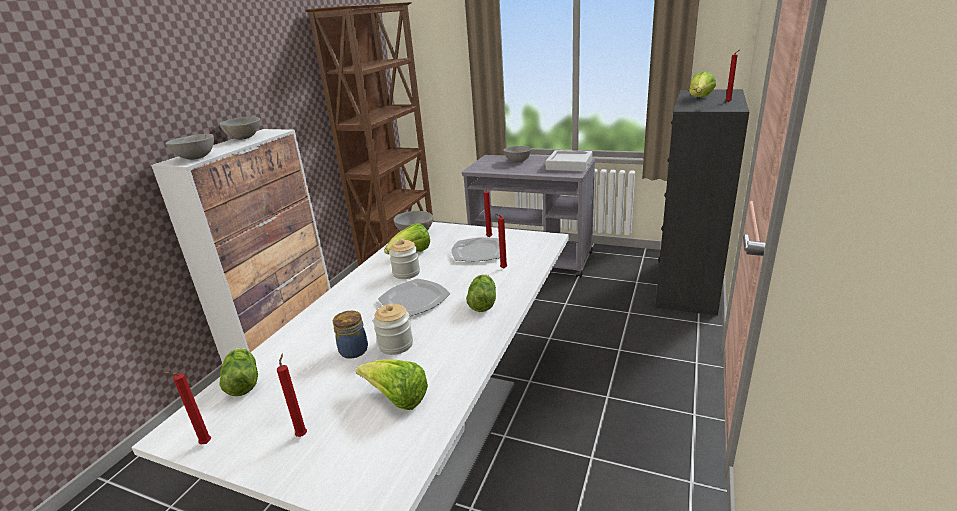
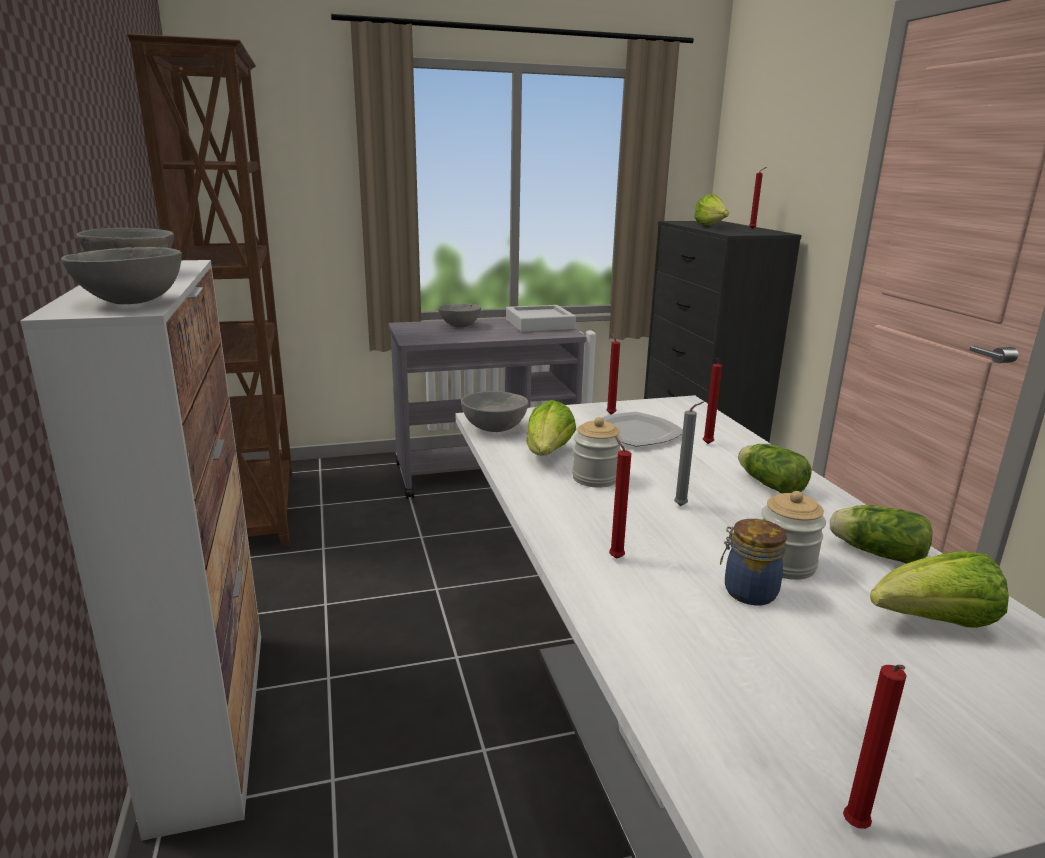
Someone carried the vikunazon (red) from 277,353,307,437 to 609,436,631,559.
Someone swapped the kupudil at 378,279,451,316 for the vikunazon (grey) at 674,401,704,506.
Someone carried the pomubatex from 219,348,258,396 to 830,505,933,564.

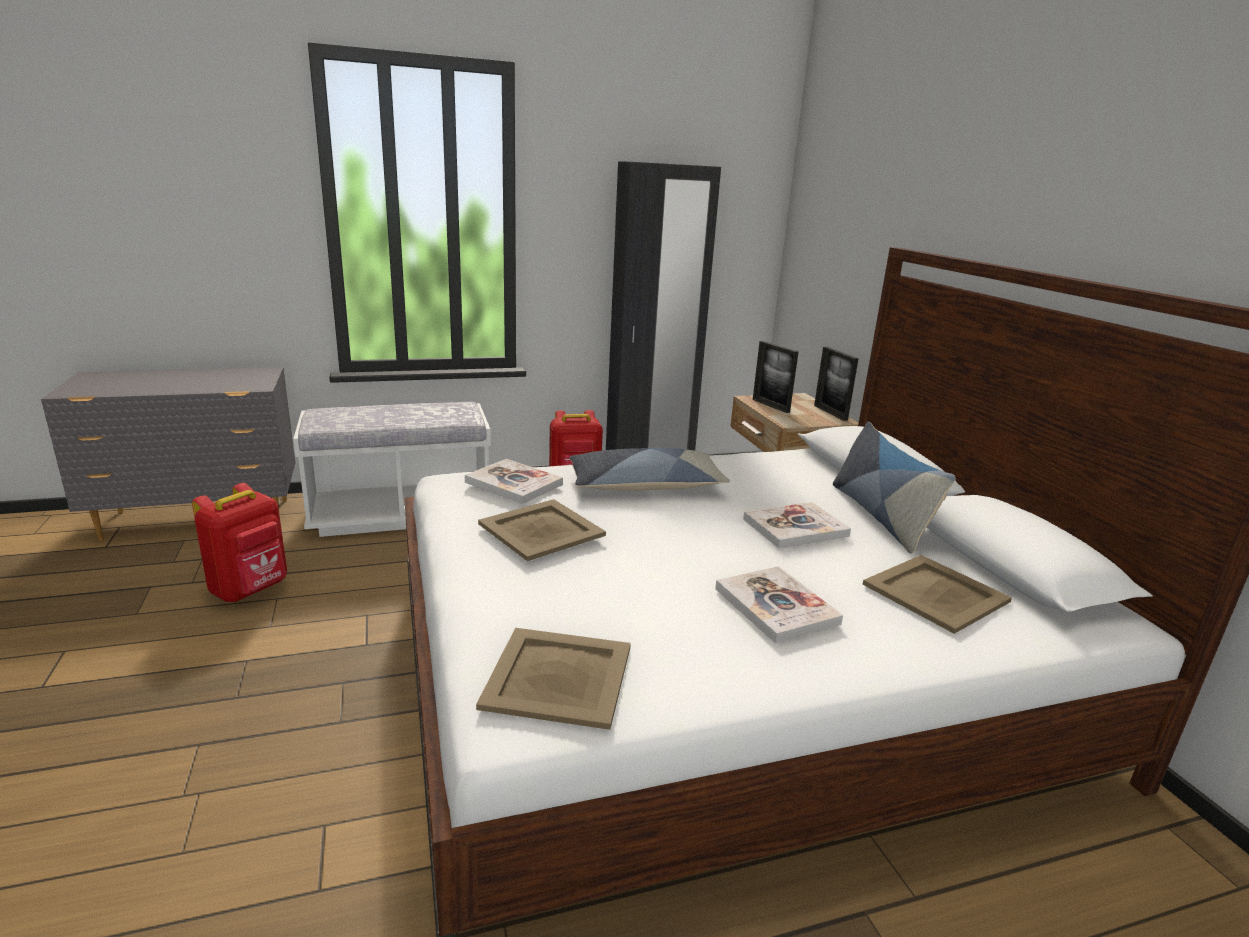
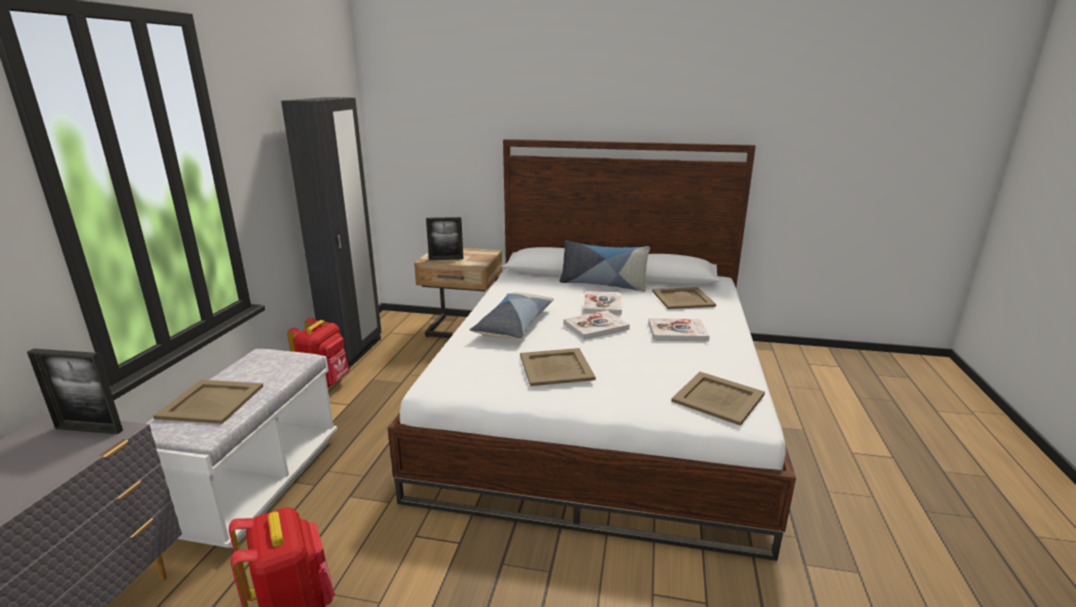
Someone carried the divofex from 814,347,859,421 to 27,349,123,434.
Someone put down the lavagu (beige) at 153,380,263,424.
Someone carried the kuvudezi from 465,459,563,504 to 564,310,630,340.

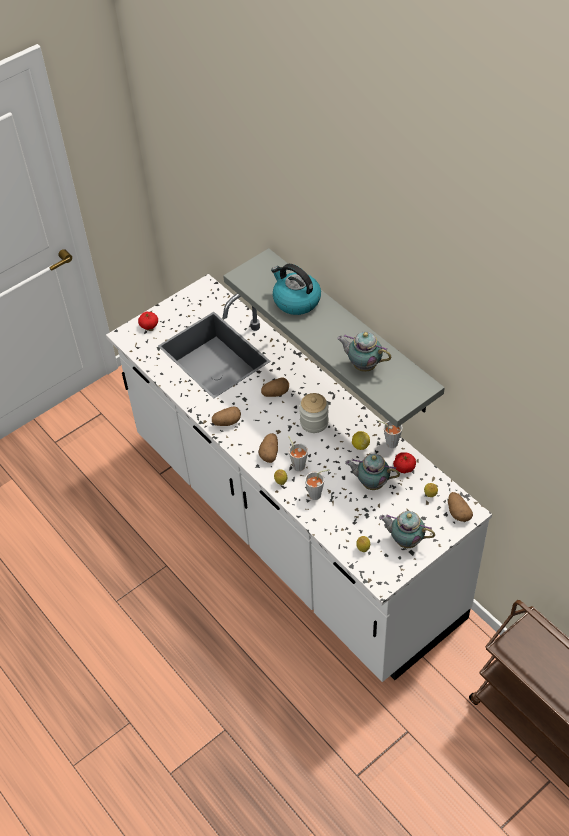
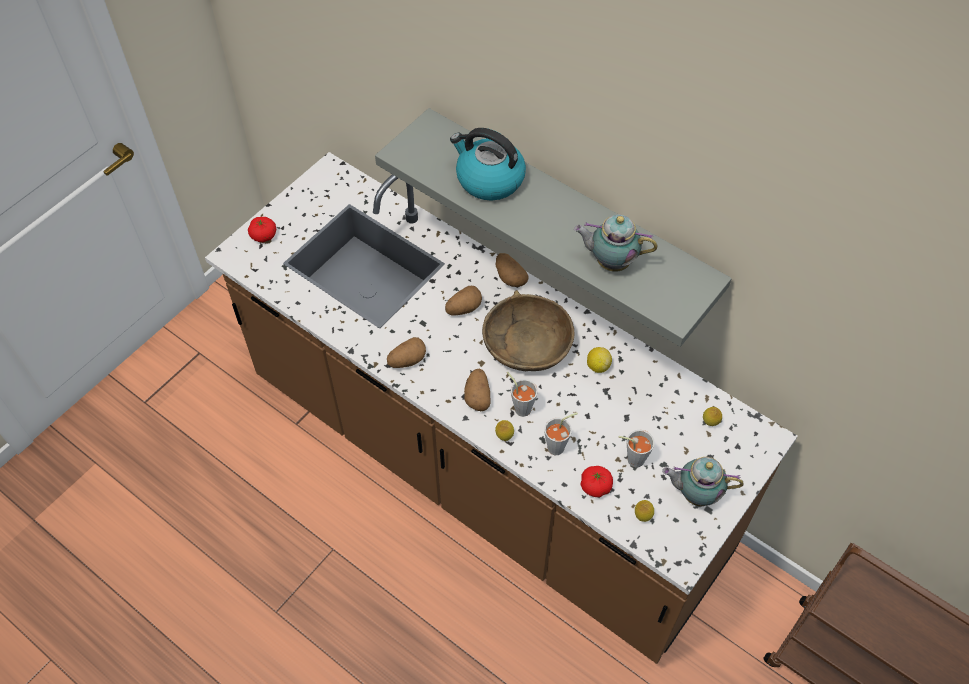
Someone repainted the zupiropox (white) at 106,274,492,682, which became the zupiropox (brown) at 205,152,797,664.
Someone swapped the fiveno at 299,393,329,433 for the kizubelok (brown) at 482,290,575,371.
Someone carried the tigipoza from 448,492,473,522 to 496,253,529,287.
Someone carried the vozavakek from 393,452,416,473 to 580,466,613,497.
Someone carried the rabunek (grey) from 378,420,403,448 to 618,430,655,467.
Someone took away the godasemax at 345,454,400,490.

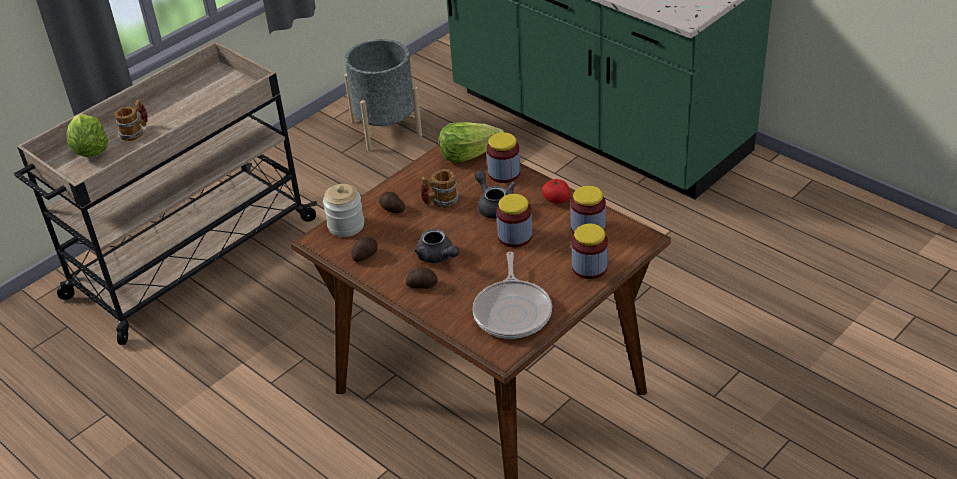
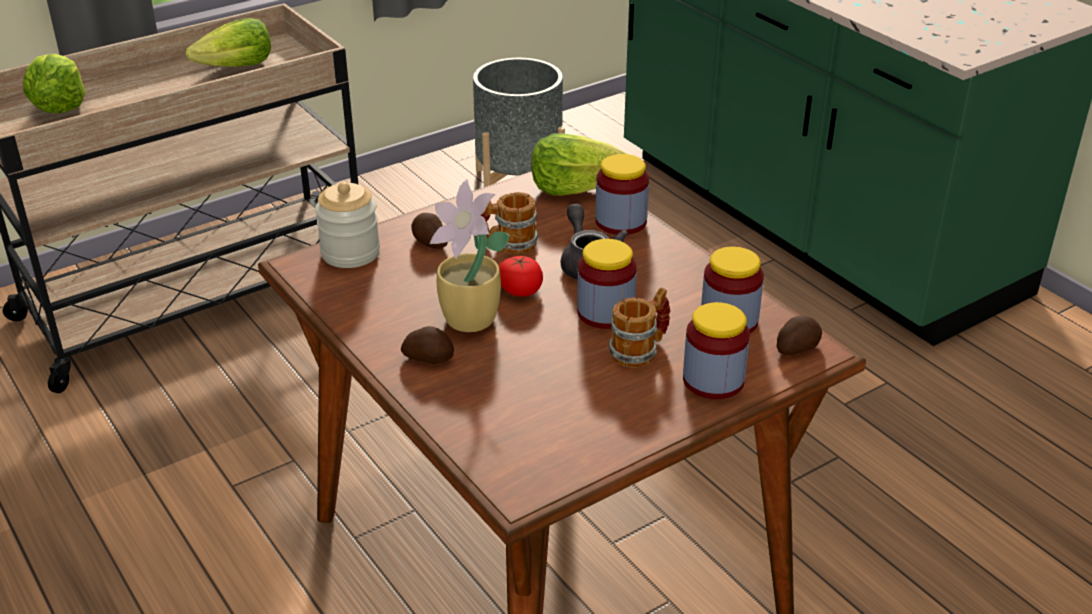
Someone put down the pomubatex at 186,18,271,67.
Someone swapped the godasemax (grey) at 414,229,459,263 for the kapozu at 430,179,510,332.
Someone carried the vozavakek from 542,179,570,204 to 499,255,543,296.
Someone carried the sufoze from 115,100,148,141 to 609,287,670,368.
Someone carried the tigipoza from 352,237,378,262 to 777,315,822,355.
Someone took away the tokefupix at 472,252,552,339.

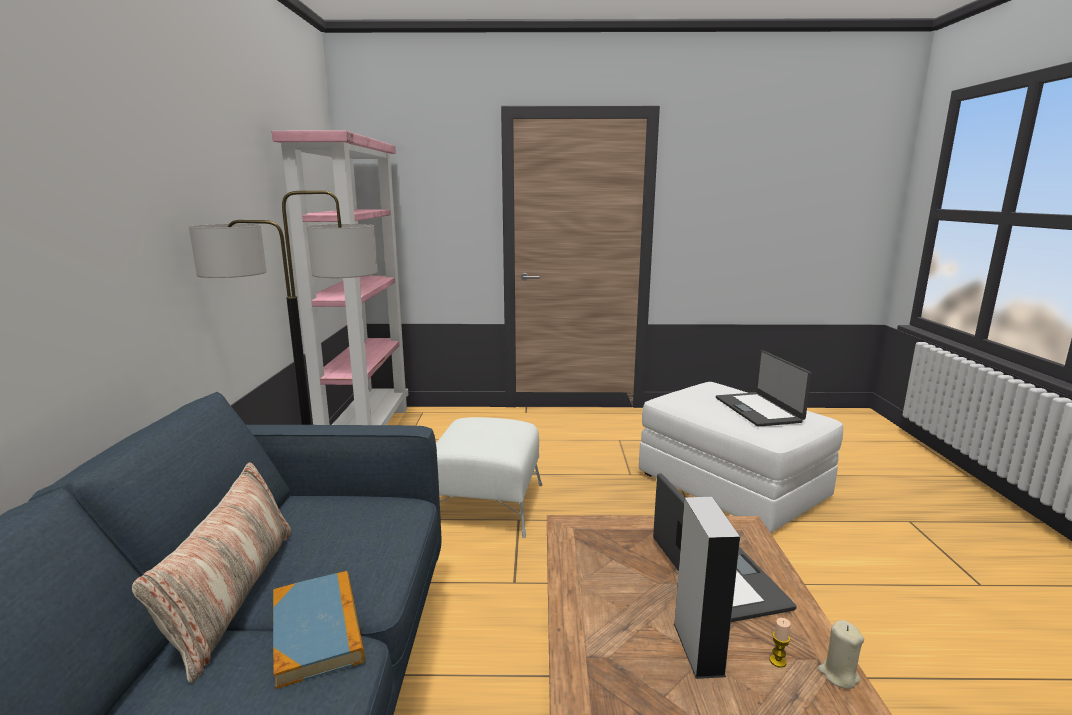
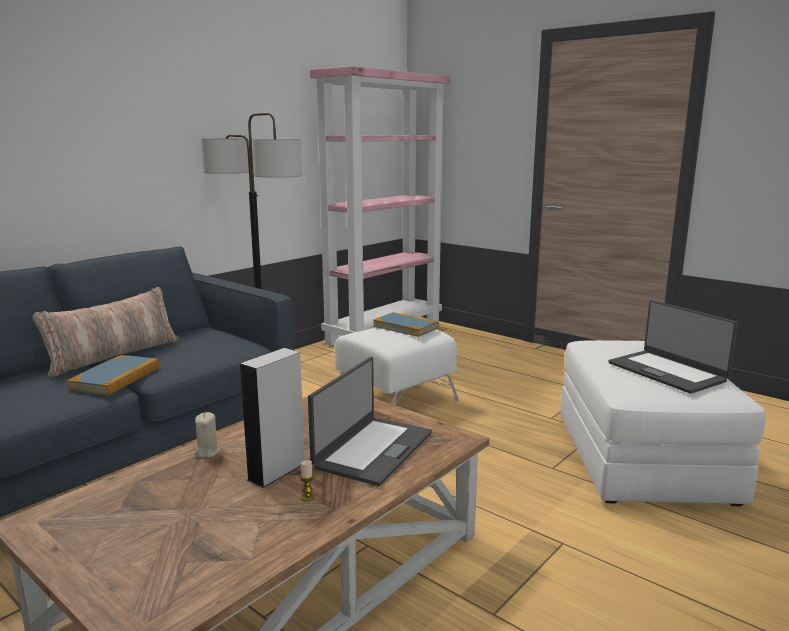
Someone carried the vikunazon (beige) from 818,620,864,689 to 195,412,220,458.
Someone put down the kuvudezi at 373,312,439,337.
Someone rotated the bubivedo at 716,350,812,427 by 60 degrees counterclockwise.

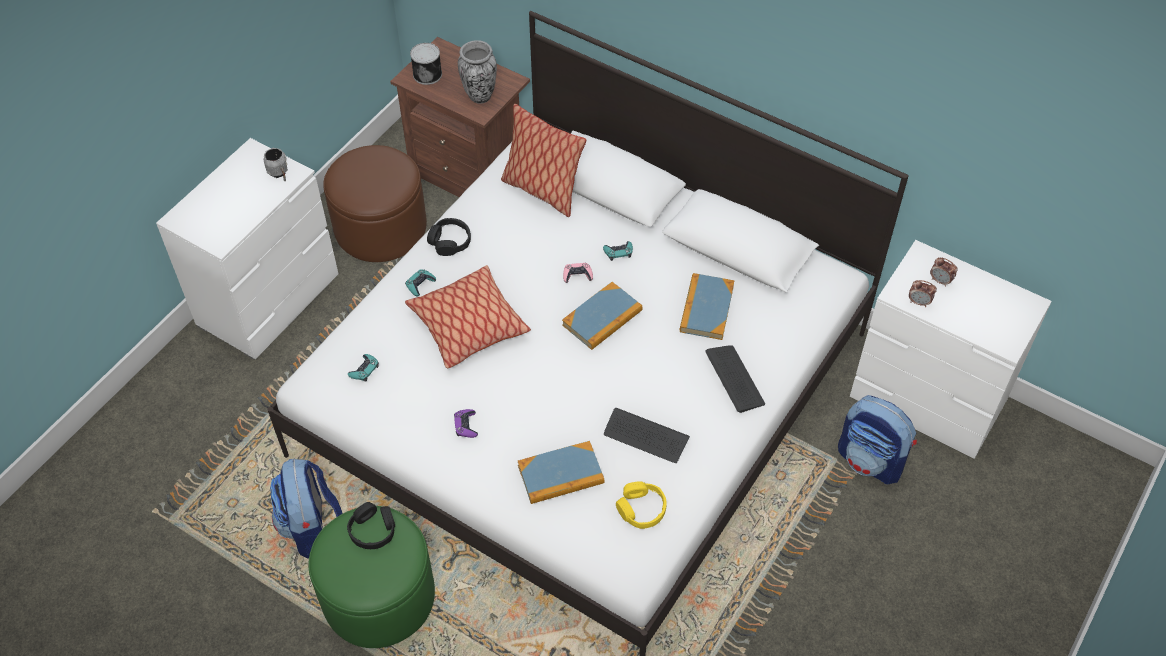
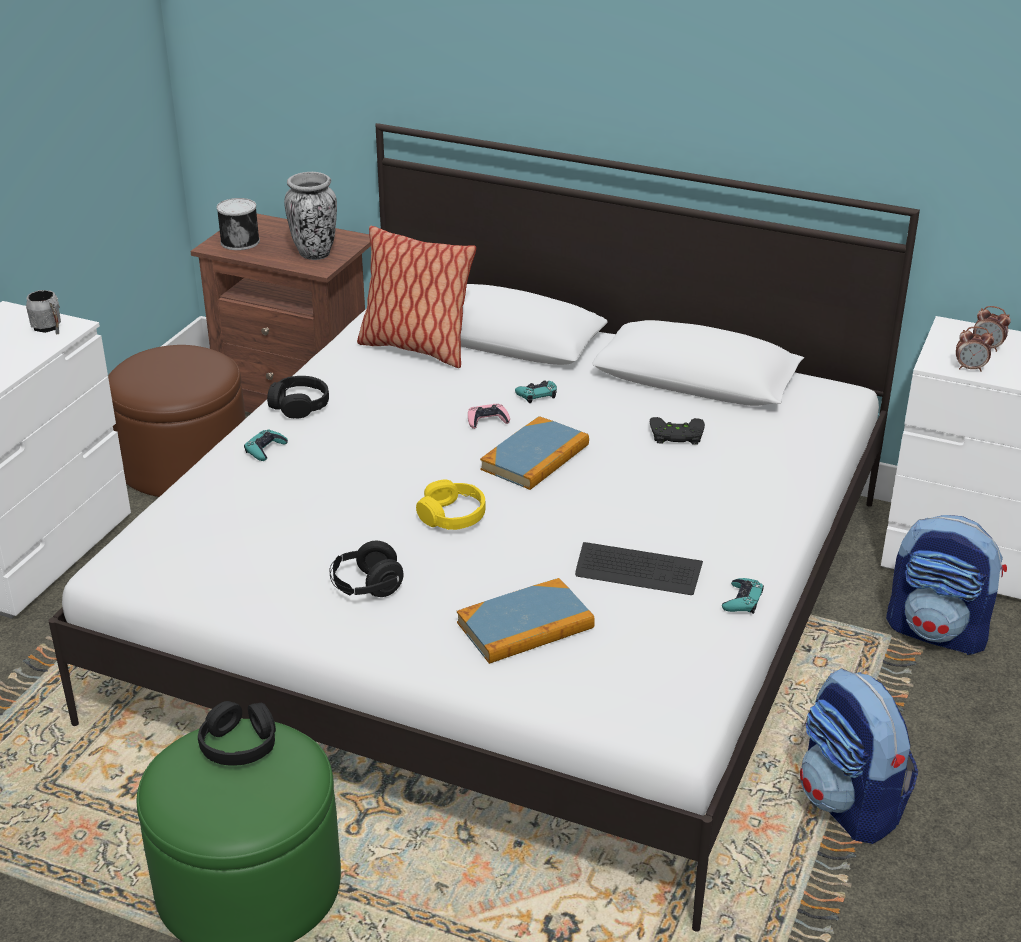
Someone swapped the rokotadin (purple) at 454,409,478,438 for the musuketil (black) at 329,541,404,597.
Someone carried the musuketil (yellow) from 616,481,667,529 to 416,479,486,530.
Someone swapped the kuvudezi at 680,273,735,340 for the rokotadin (black) at 650,417,705,445.
Someone carried the rokotadin (turquoise) from 348,354,379,382 to 722,578,764,614.
Someone carried the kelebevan from 270,458,343,559 to 800,668,918,844.
Someone took away the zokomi at 405,265,531,368.
Someone took away the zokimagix at 705,345,765,413.

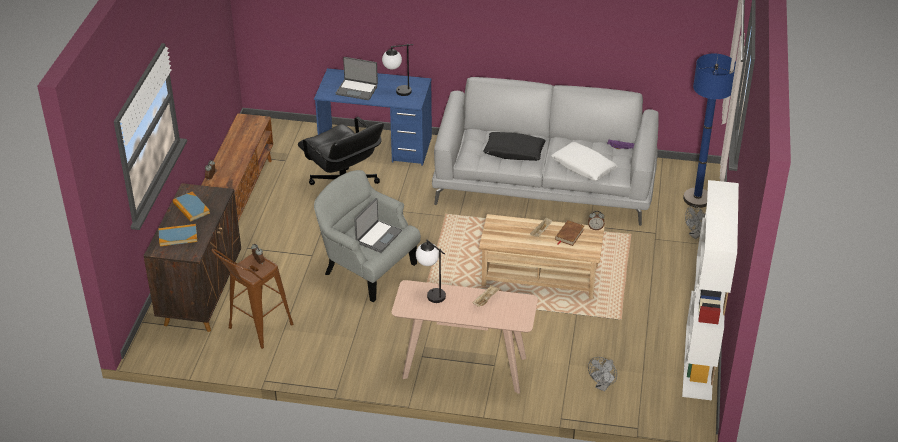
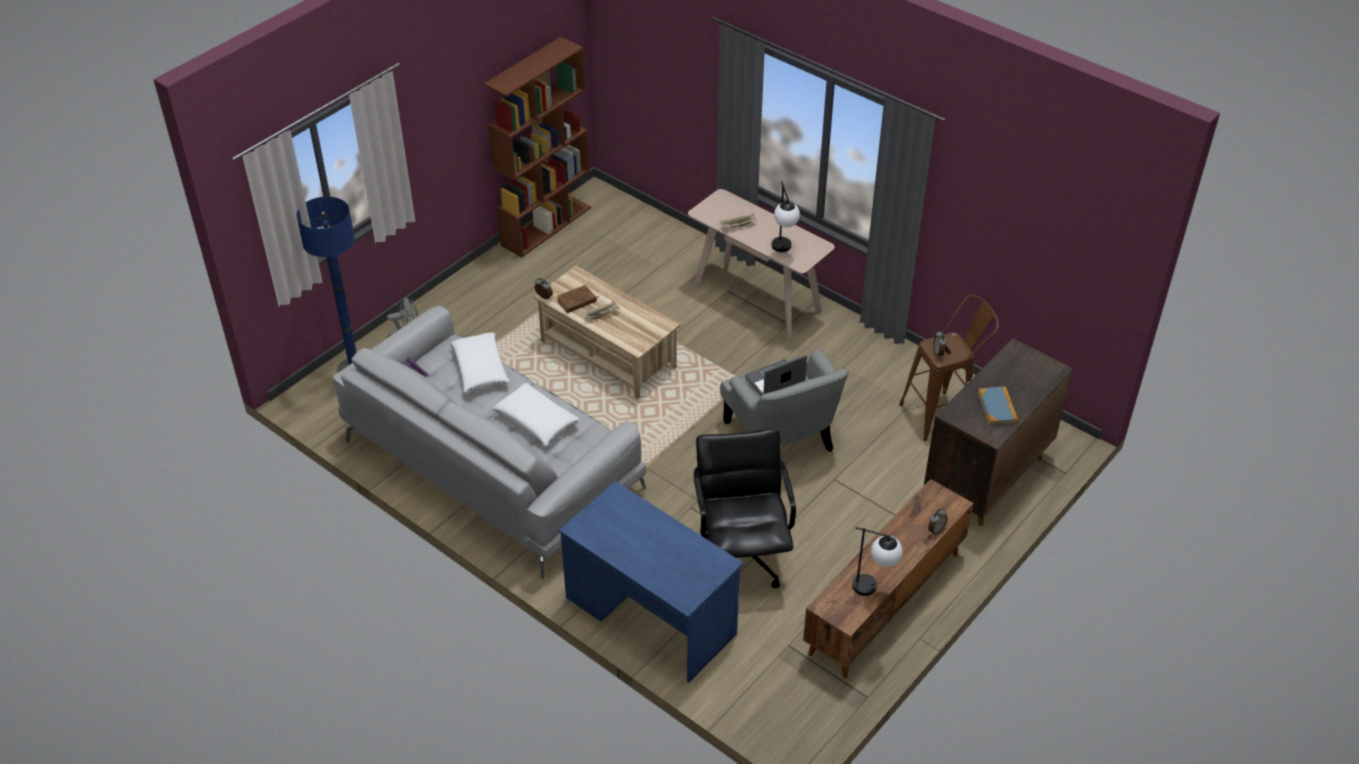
Someone repainted the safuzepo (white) at 682,180,739,401, which became the safuzepo (brown) at 484,37,591,258.
Someone repainted the zokomi (black) at 483,132,546,161, which became the zokomi (white) at 492,383,579,447.
Someone carried the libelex from 382,44,413,96 to 852,527,903,596.
Someone took away the kuvudezi at 158,224,197,246.
Someone took away the bubivedo at 336,57,378,100.
Someone took away the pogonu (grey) at 588,357,617,392.

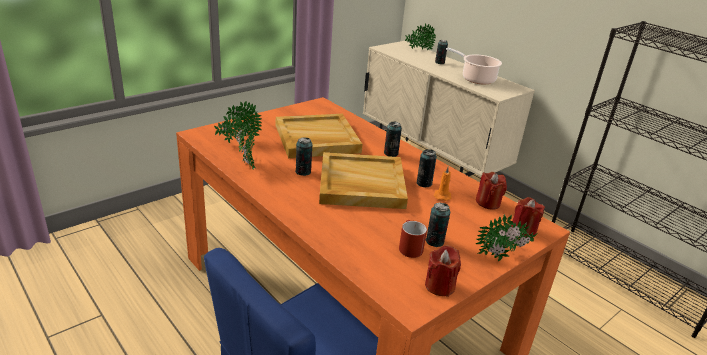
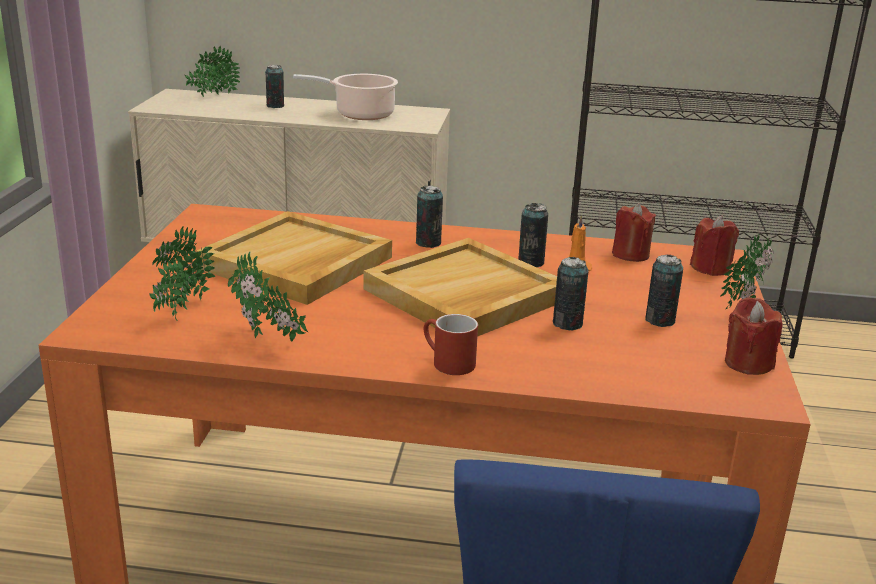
Someone carried the sufoze (red) from 399,220,427,258 to 424,314,478,375.
Someone carried the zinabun from 295,137,312,176 to 553,257,589,330.

